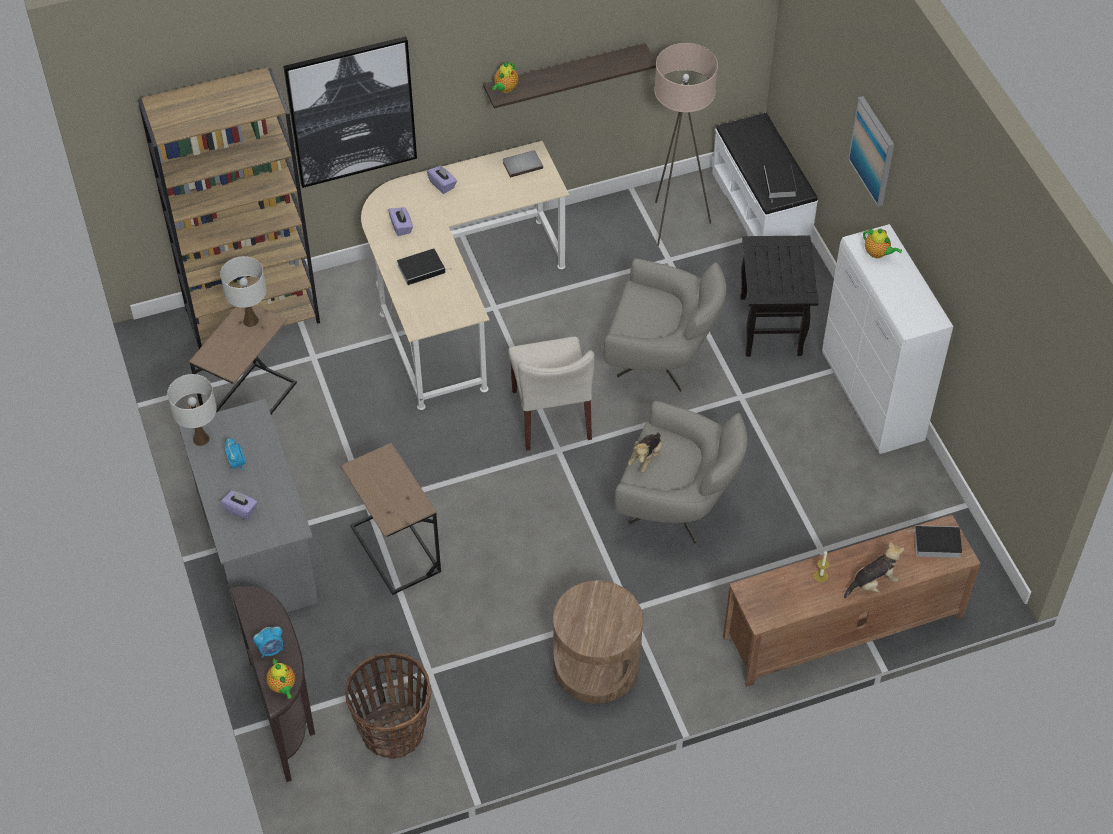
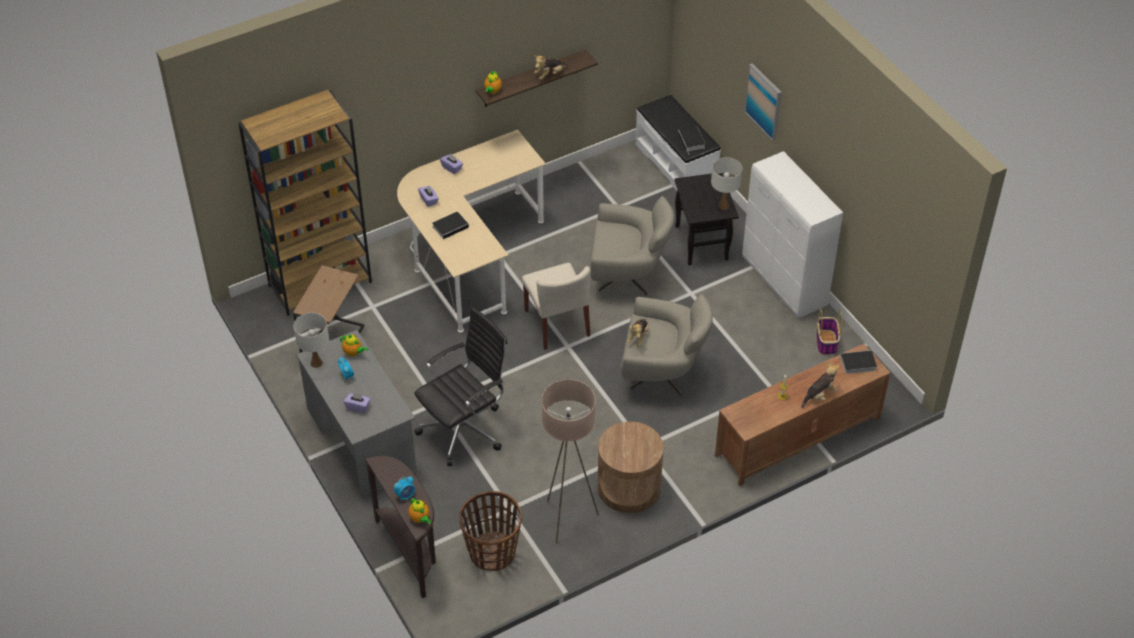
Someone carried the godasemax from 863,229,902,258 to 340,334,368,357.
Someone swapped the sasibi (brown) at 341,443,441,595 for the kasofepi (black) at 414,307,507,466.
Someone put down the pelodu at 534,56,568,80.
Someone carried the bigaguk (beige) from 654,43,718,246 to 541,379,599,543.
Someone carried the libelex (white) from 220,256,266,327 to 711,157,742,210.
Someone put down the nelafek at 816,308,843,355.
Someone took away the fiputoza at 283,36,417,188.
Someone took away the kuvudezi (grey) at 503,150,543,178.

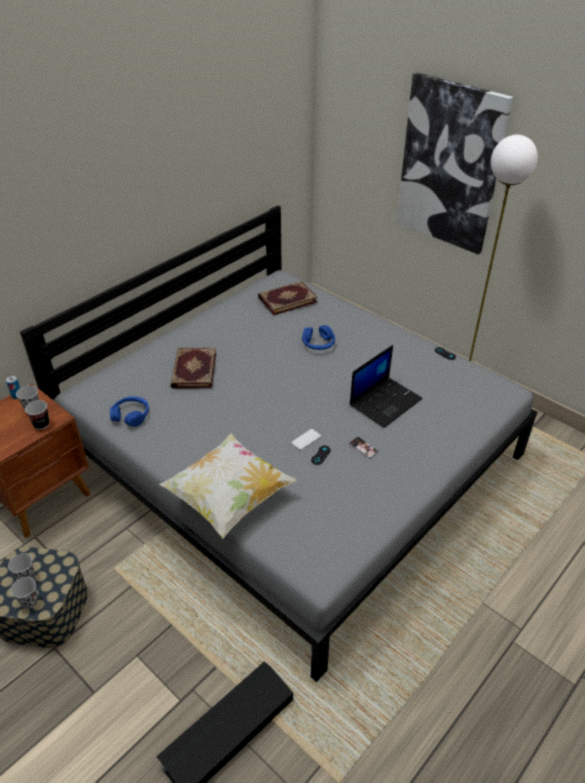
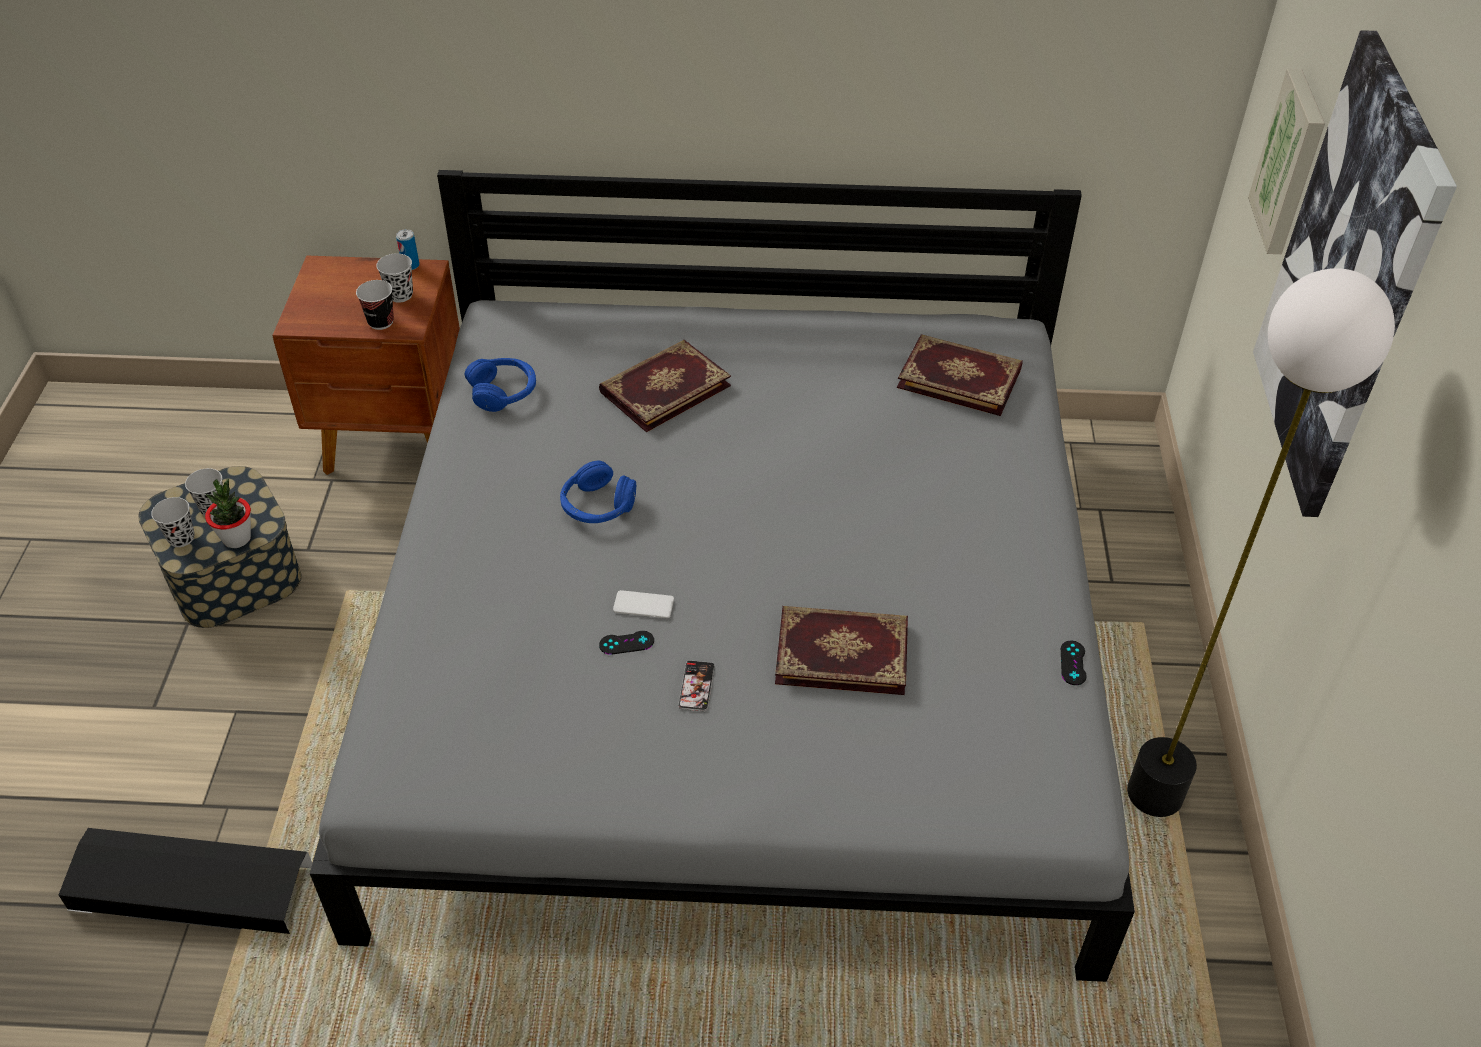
Someone put down the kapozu at 205,479,251,548.
Someone carried the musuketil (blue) from 302,325,335,350 to 560,461,636,523.
Someone swapped the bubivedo at 350,345,422,428 for the kuvudezi at 775,606,908,695.
Someone put up the fiputoza at 1248,69,1325,254.
Someone took away the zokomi at 159,433,297,538.

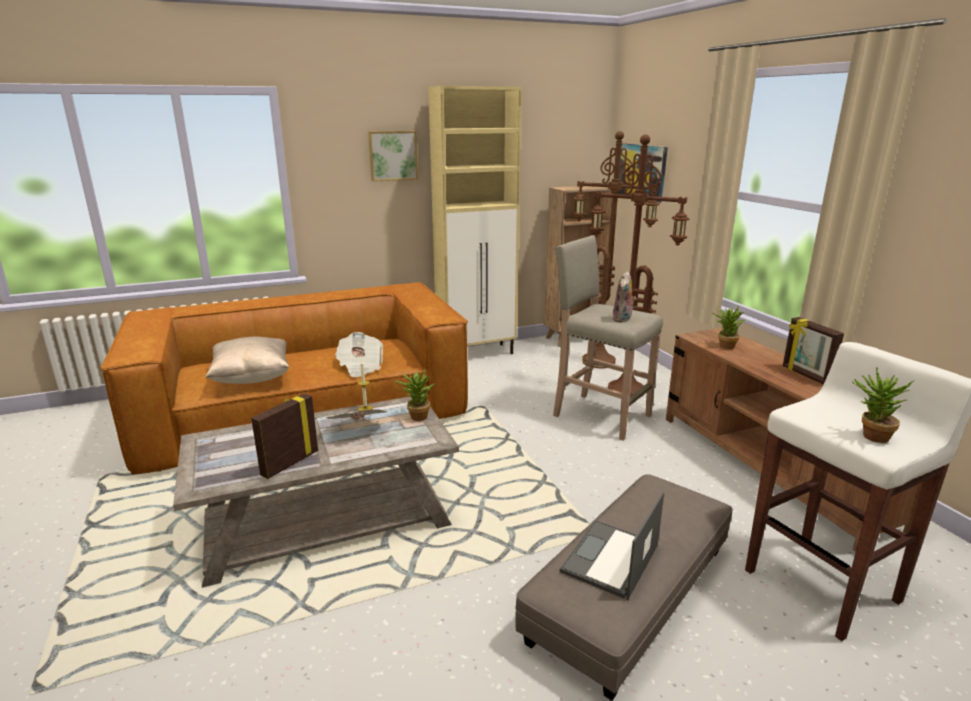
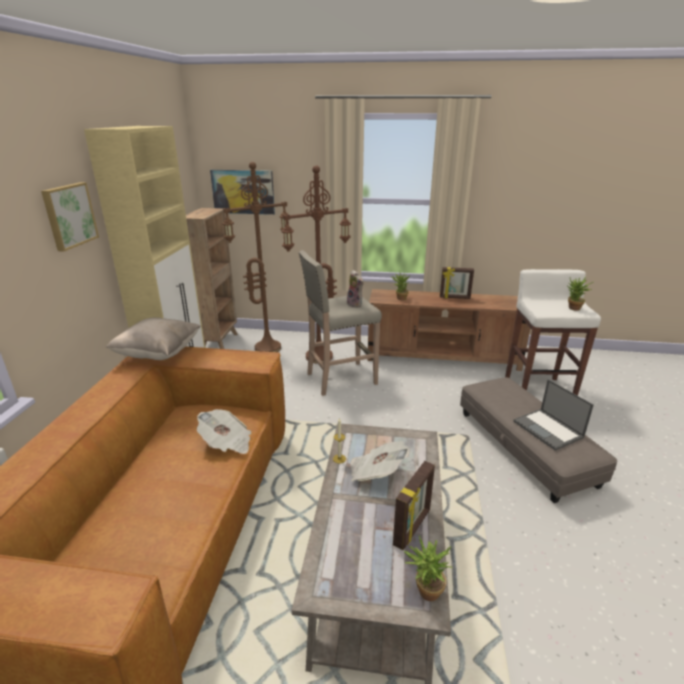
Someone carried the zokomi (beige) from 205,337,289,384 to 105,318,201,360.
Someone rotated the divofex at 251,393,318,479 by 120 degrees counterclockwise.
Someone carried the kapozu from 395,367,434,421 to 404,535,453,601.

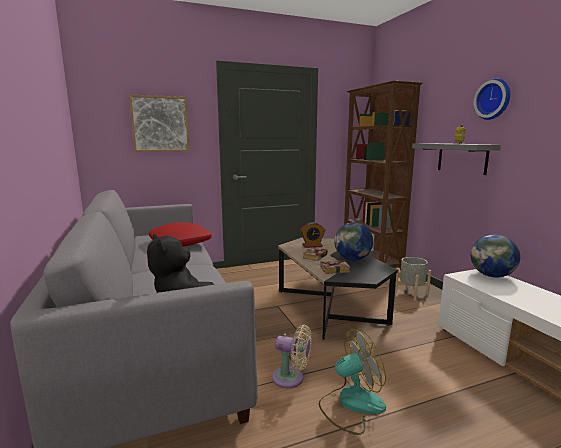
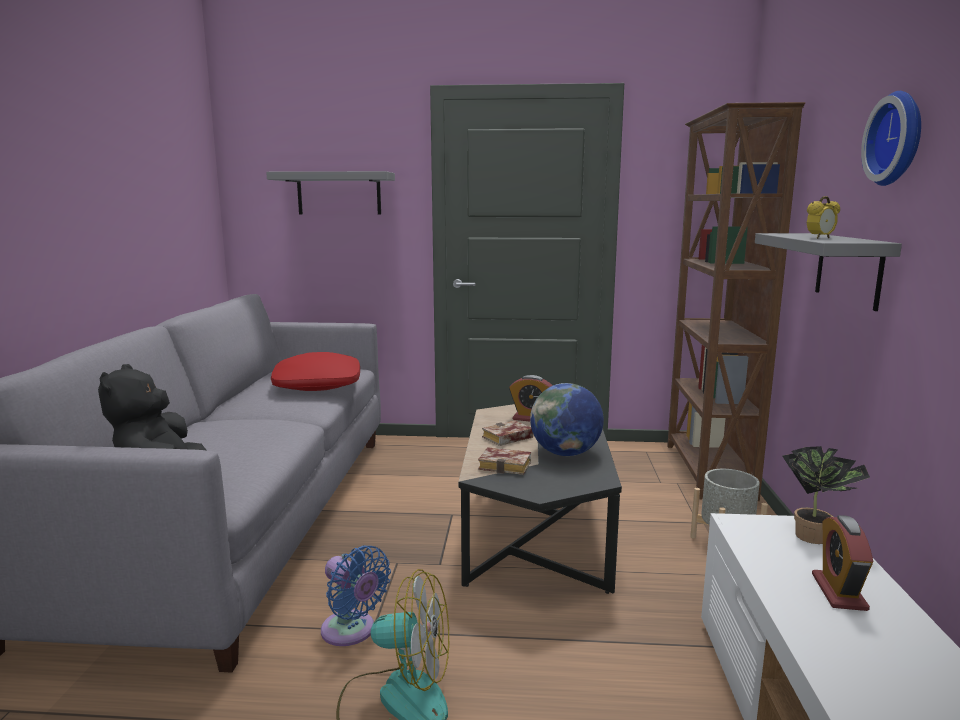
Someone swapped the fiputoza at 129,95,190,152 for the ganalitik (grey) at 266,171,395,215.
Someone repainted the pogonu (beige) at 272,325,311,388, which became the pogonu (blue) at 321,545,391,646.
Someone swapped the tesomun at 471,235,520,277 for the kapozu at 782,446,870,544.
Someone put down the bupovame at 812,515,873,611.

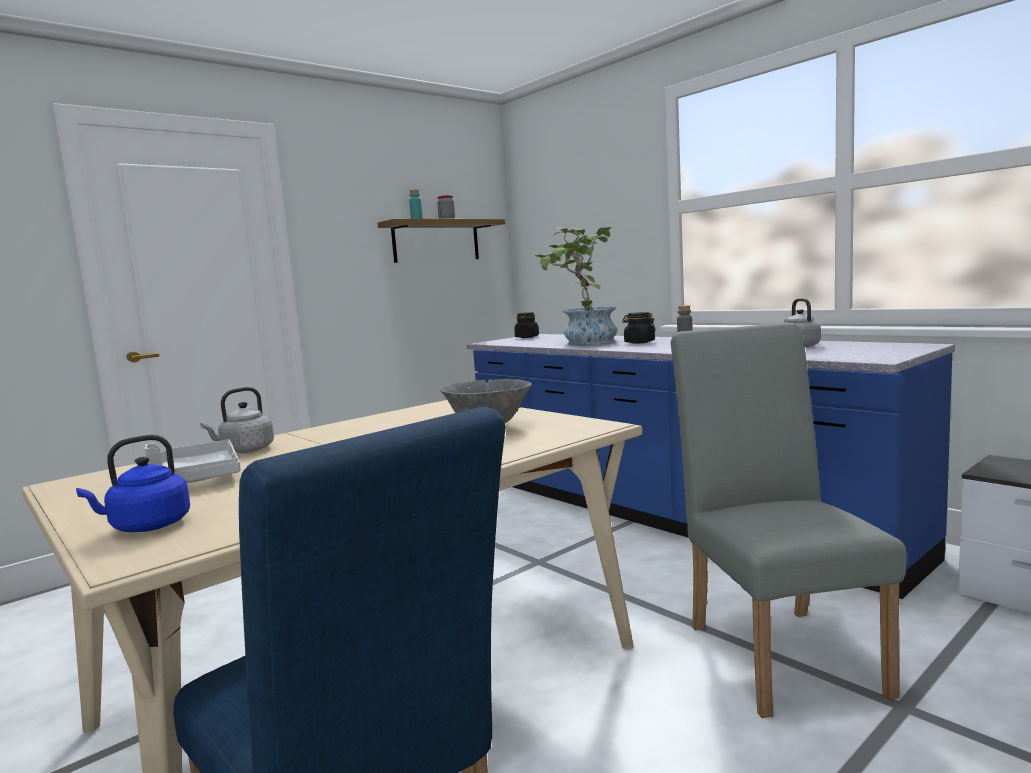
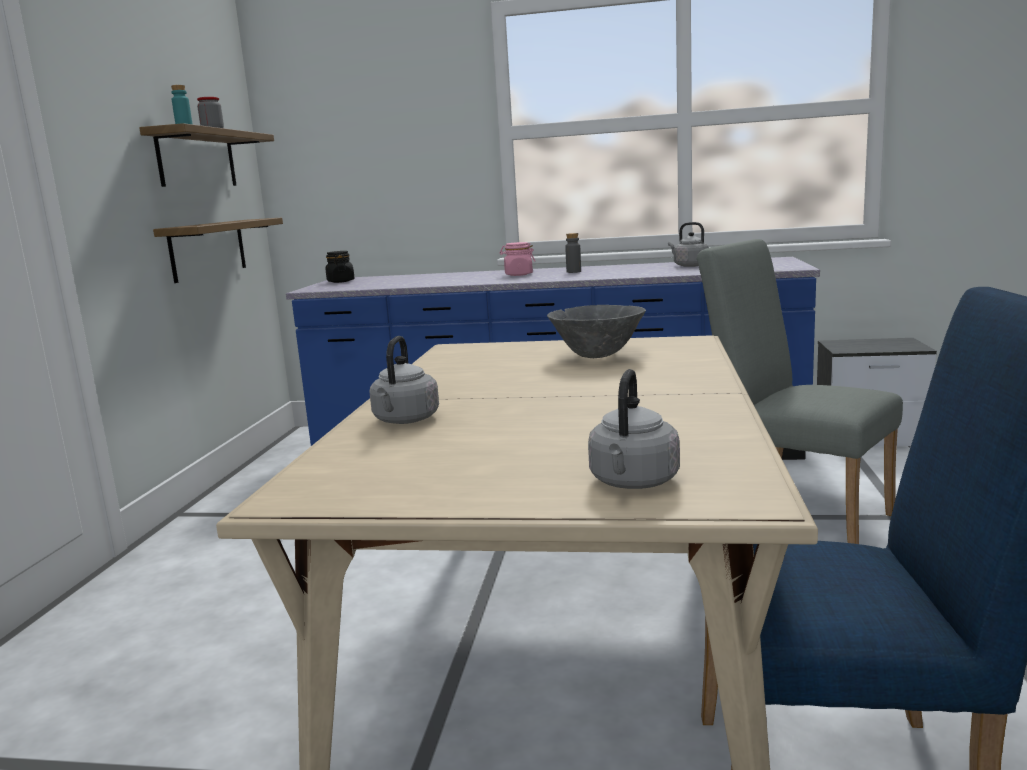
Someone put up the ganalitik at 153,218,283,283.
Someone repainted the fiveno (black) at 622,312,656,344, which became the fiveno (pink) at 500,242,535,276.
Someone repainted the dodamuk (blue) at 76,435,190,532, which became the dodamuk (grey) at 588,369,680,489.
Someone took away the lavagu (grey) at 145,439,241,483.
Someone took away the kapozu at 532,227,617,346.

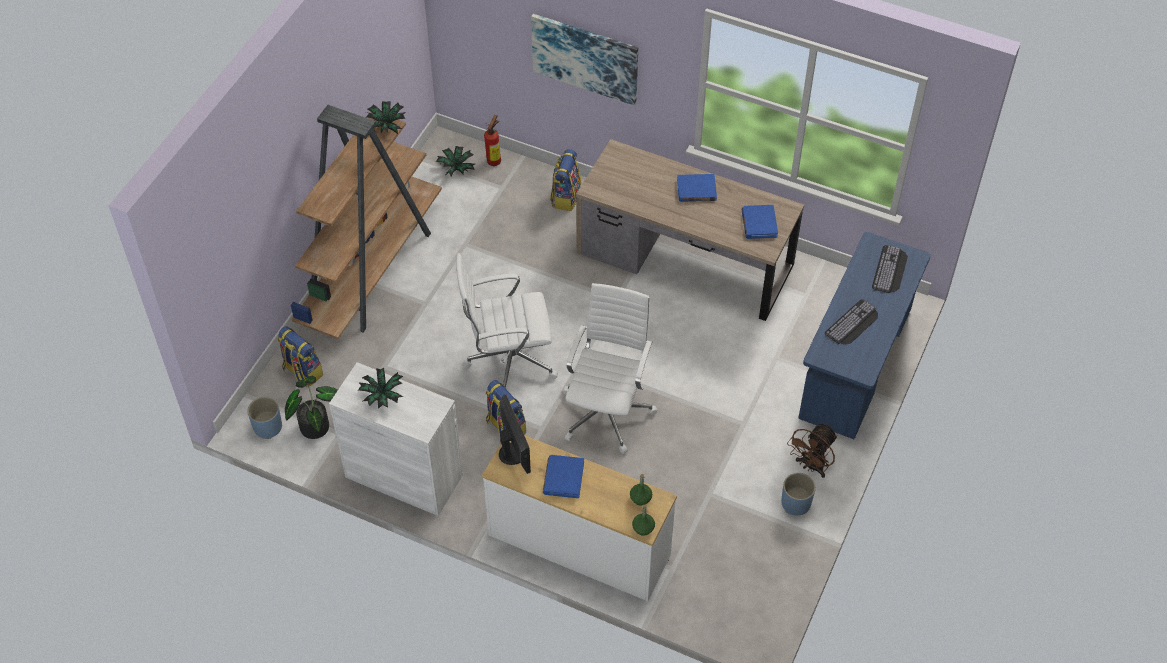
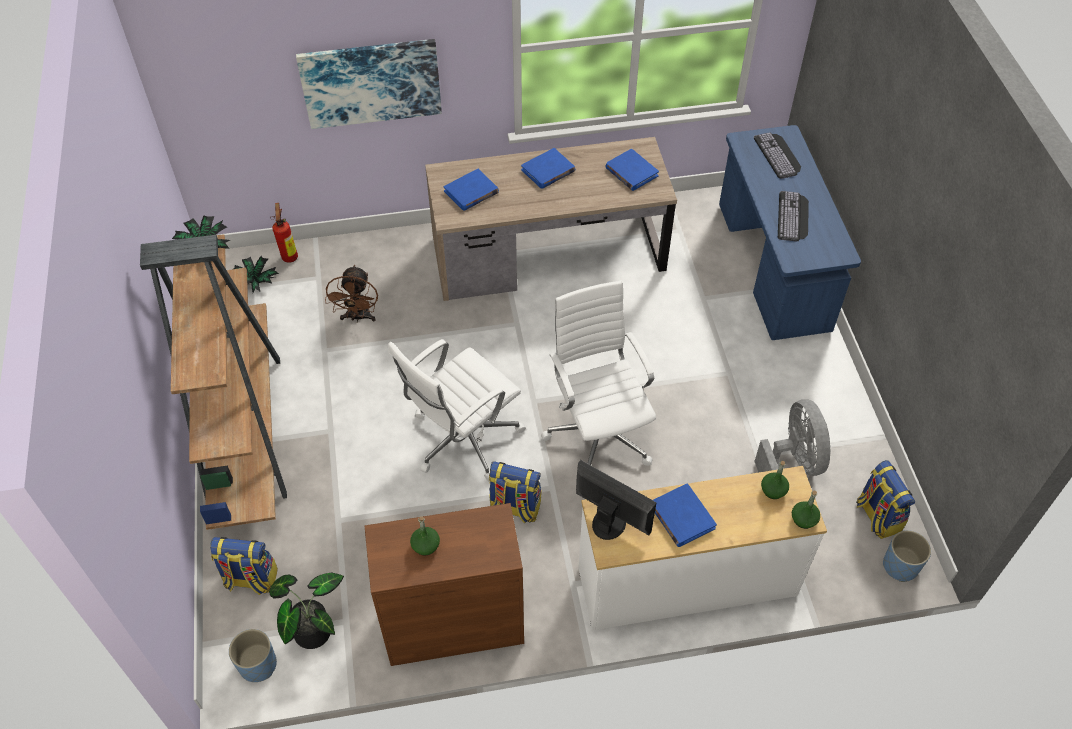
Someone carried the pogonu (brown) from 787,424,837,478 to 325,265,378,323.
Someone repainted the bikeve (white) at 329,362,463,516, which became the bikeve (brown) at 365,503,524,666.
Someone swapped the kapozu at 358,368,403,409 for the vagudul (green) at 410,516,440,555.
Someone put down the kuvudezi (blue) at 444,169,499,211.
Someone put down the pogonu (grey) at 754,400,831,476.
Someone carried the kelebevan from 550,149,581,211 to 856,460,915,539.
Someone carried the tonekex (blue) from 781,473,816,515 to 883,530,931,582.

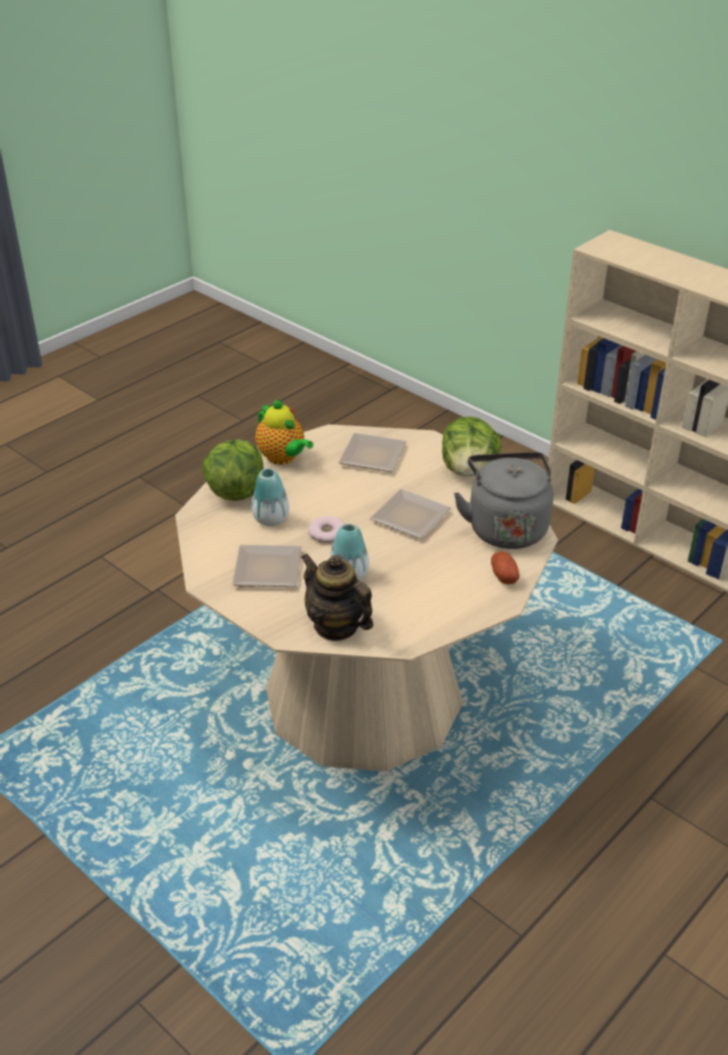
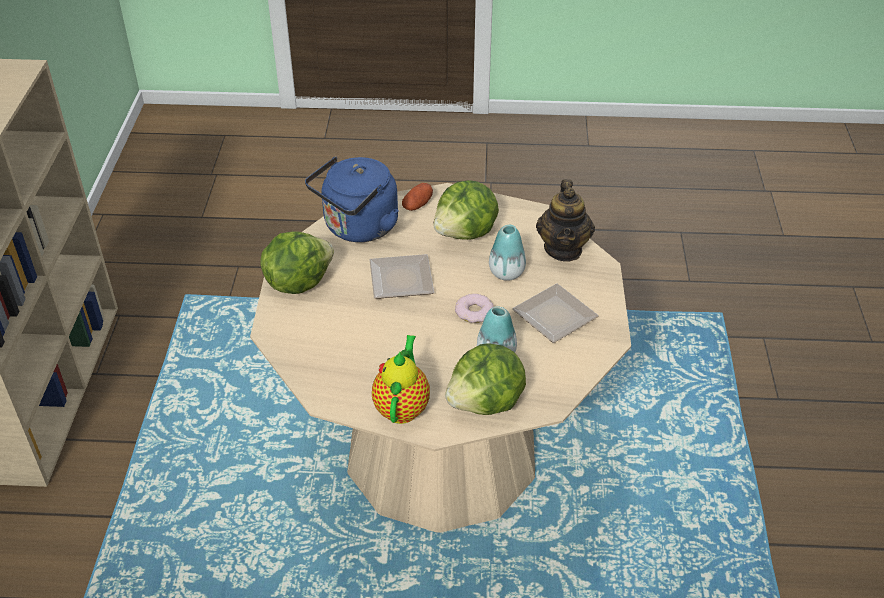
Someone repainted the dodamuk (grey) at 454,452,553,549, which became the dodamuk (blue) at 305,157,399,242.
Someone put down the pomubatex at 434,180,499,240.
Someone took away the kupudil at 338,433,407,472.

